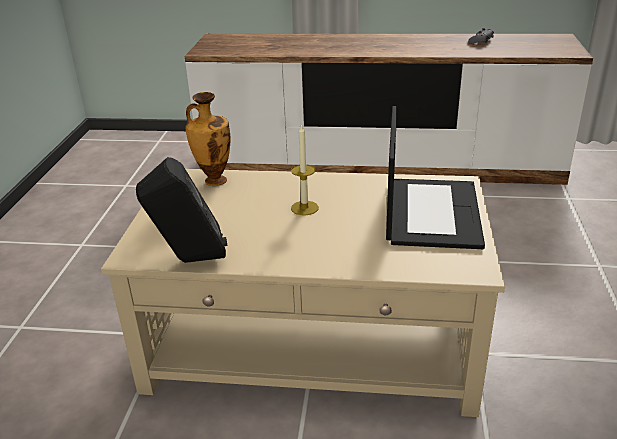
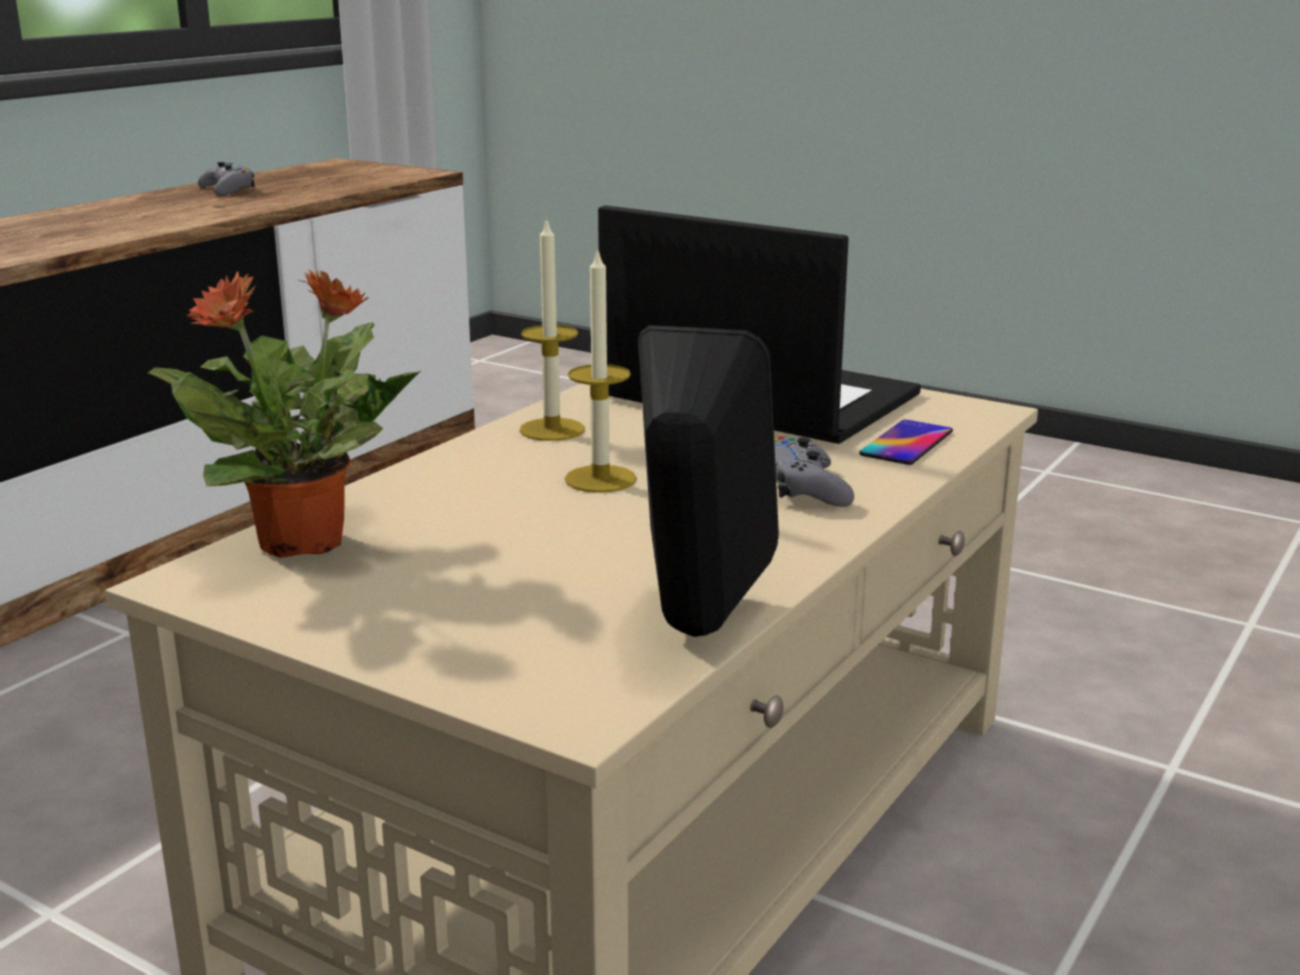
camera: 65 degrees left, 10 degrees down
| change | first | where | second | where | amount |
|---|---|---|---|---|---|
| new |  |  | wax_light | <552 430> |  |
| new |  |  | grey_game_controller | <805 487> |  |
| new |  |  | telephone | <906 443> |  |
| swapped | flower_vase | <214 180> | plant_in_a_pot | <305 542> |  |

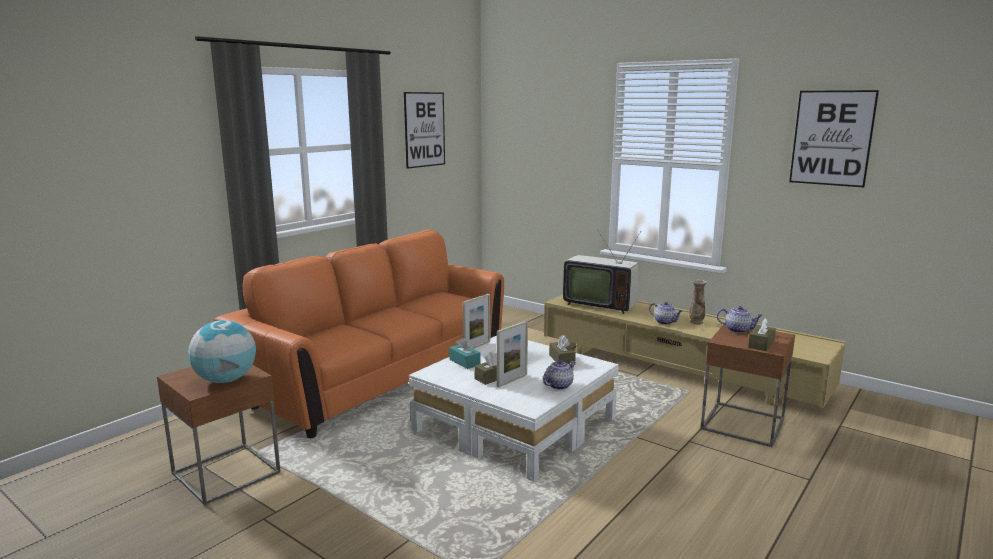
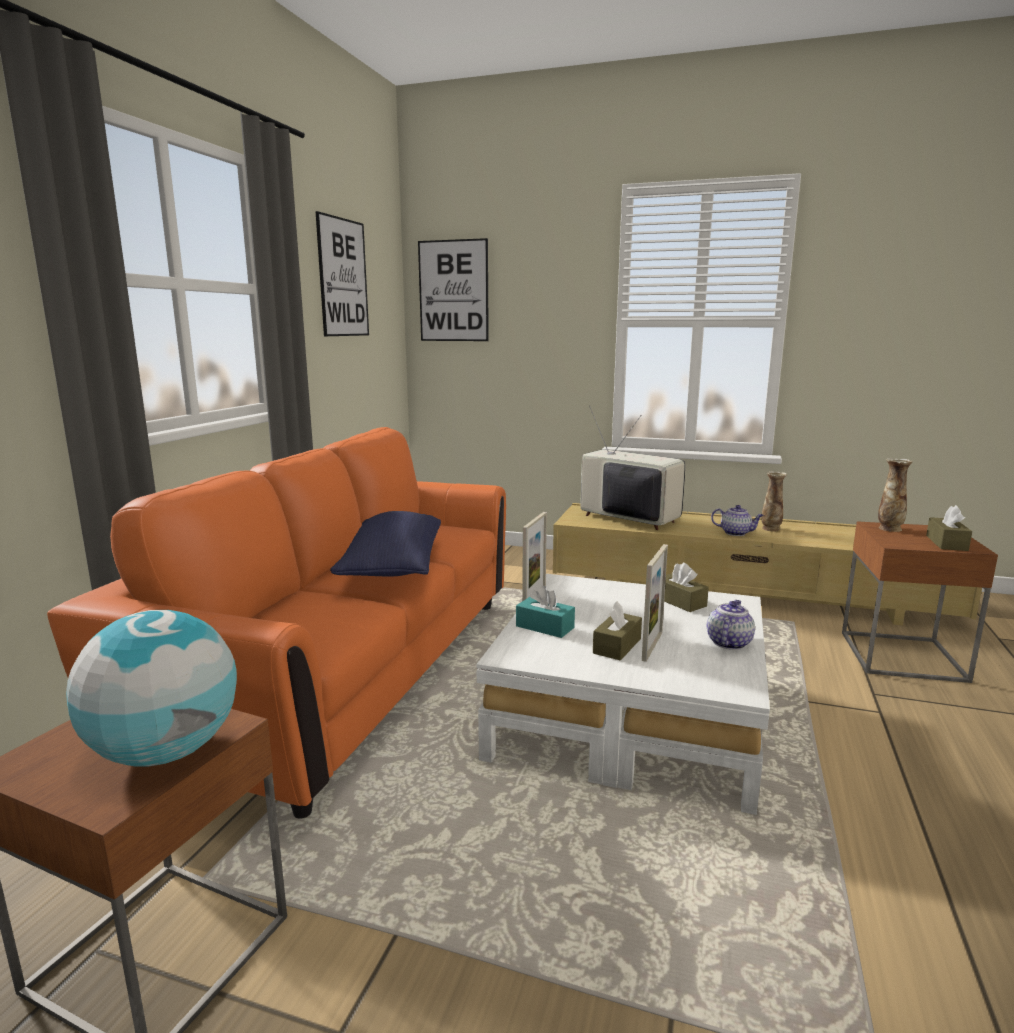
camera: 20 degrees left, 0 degrees up
| change | first | where | second | where | amount |
|---|---|---|---|---|---|
| new |  |  | blue-coloured_cushion | <393 567> |  |
| shifted | wall_picture | <832 138> |  | <453 291> |  |
| swapped | teapot | <738 330> | flower_vase | <889 529> |  |
| rotated | television | <599 304> |  | <628 520> | 150 degrees counterclockwise |

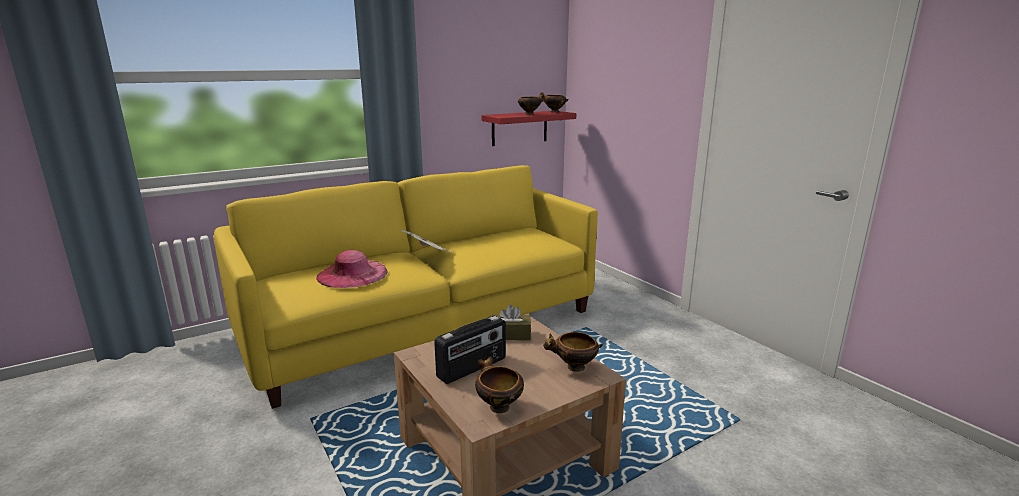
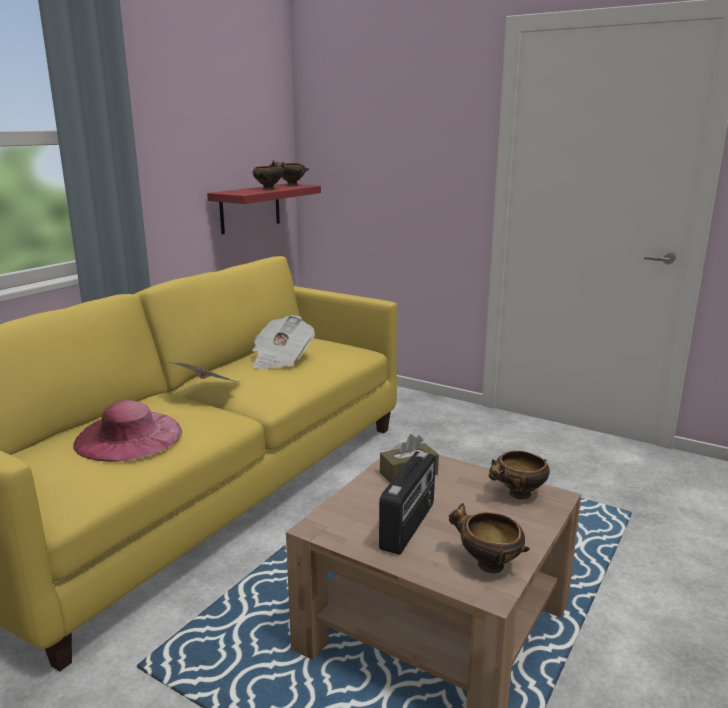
camera: 25 degrees left, 0 degrees up
| change | first | where | second | where | amount |
|---|---|---|---|---|---|
| new |  |  | newspaper | <281 359> |  |

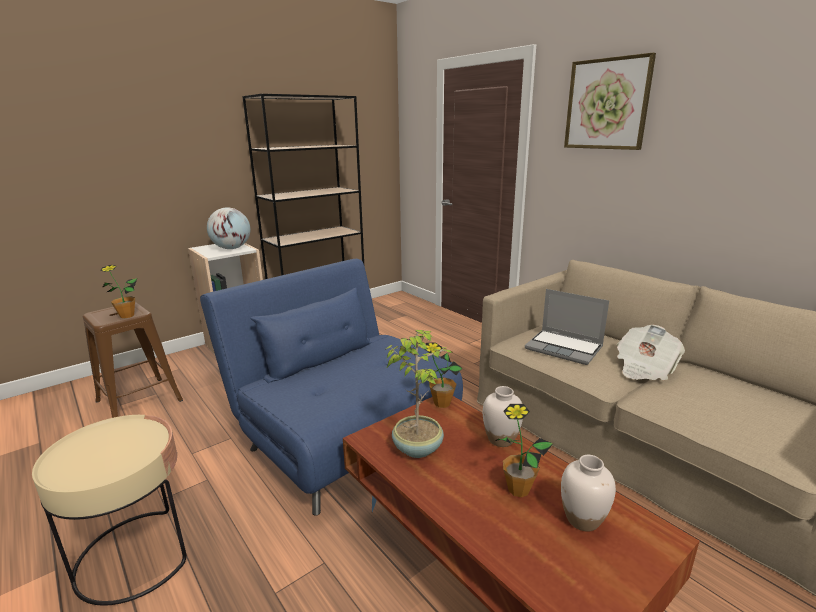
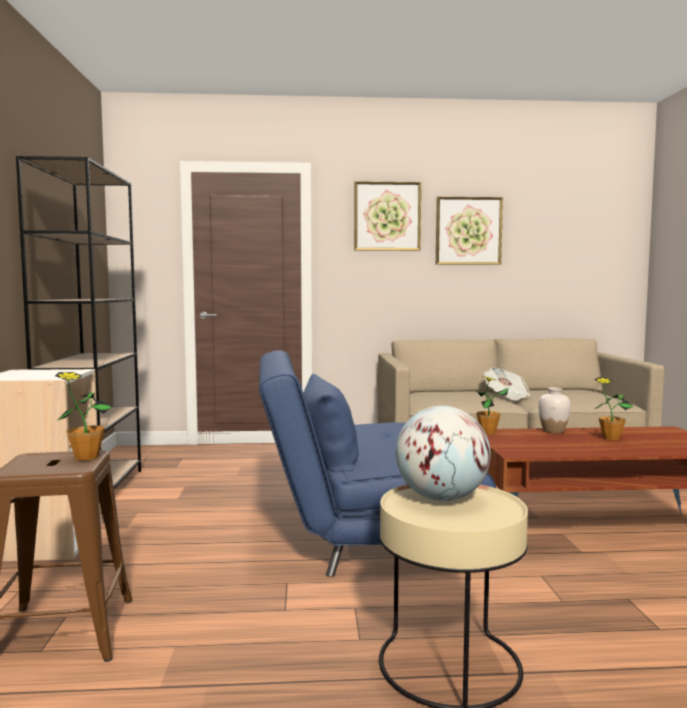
camera: 55 degrees left, 15 degrees down
| change | first | where | second | where | amount |
|---|---|---|---|---|---|
| gone | plant_in_a_pot | <418 447> |  |  |  |
| gone | notebook_computer | <565 348> |  |  |  |
| gone | white-coloured_flower_vase | <582 519> |  |  |  |
| new |  |  | wall_picture | <468 231> |  |
| shifted | world_globe | <231 248> |  | <441 498> |  |

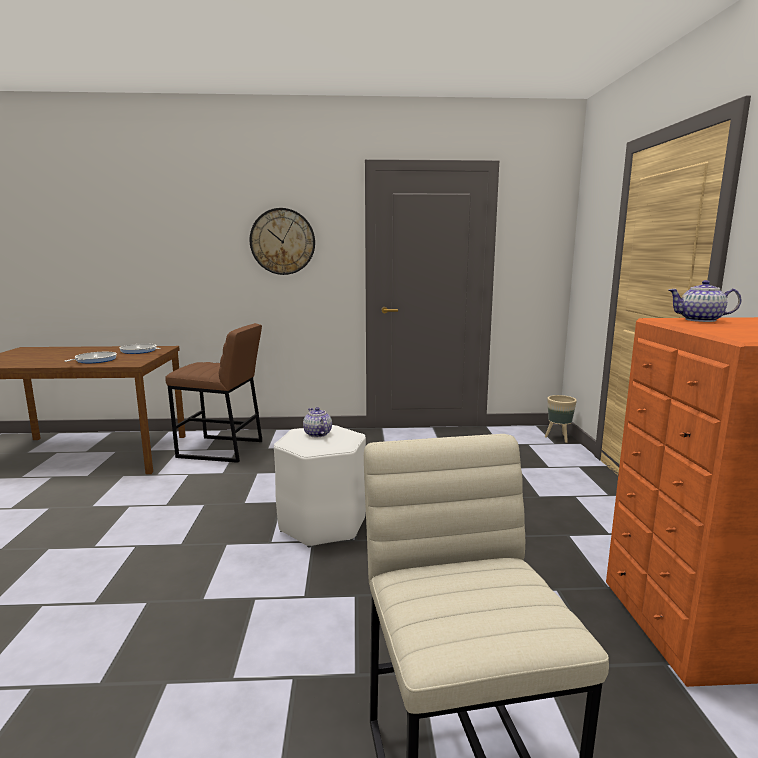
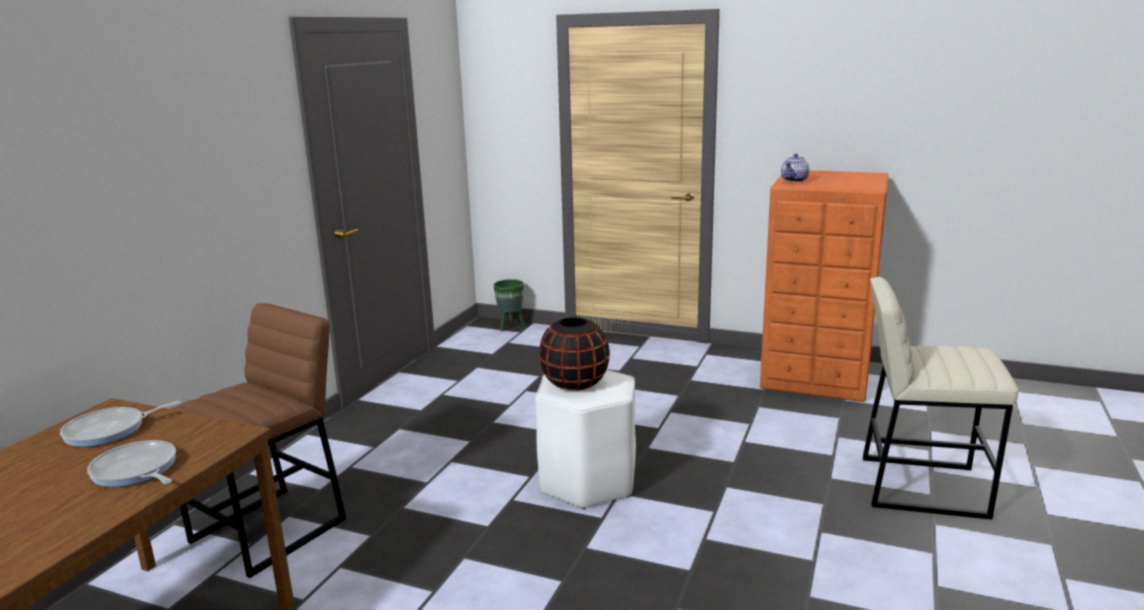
camera: 65 degrees left, 5 degrees up
| change | first | where | second | where | amount |
|---|---|---|---|---|---|
| gone | wall_clock | <282 241> |  |  |  |
| swapped | teapot | <317 434> | black_flower_vase | <575 384> |  |
| repainted | sand-coloured_flower_pot | <558 438> | green_flower_pot | <511 327> |  |

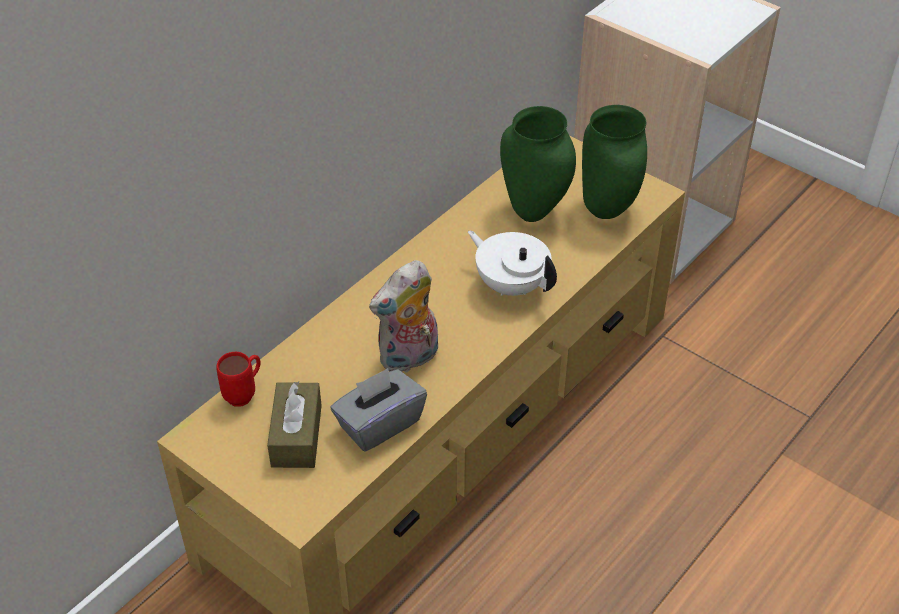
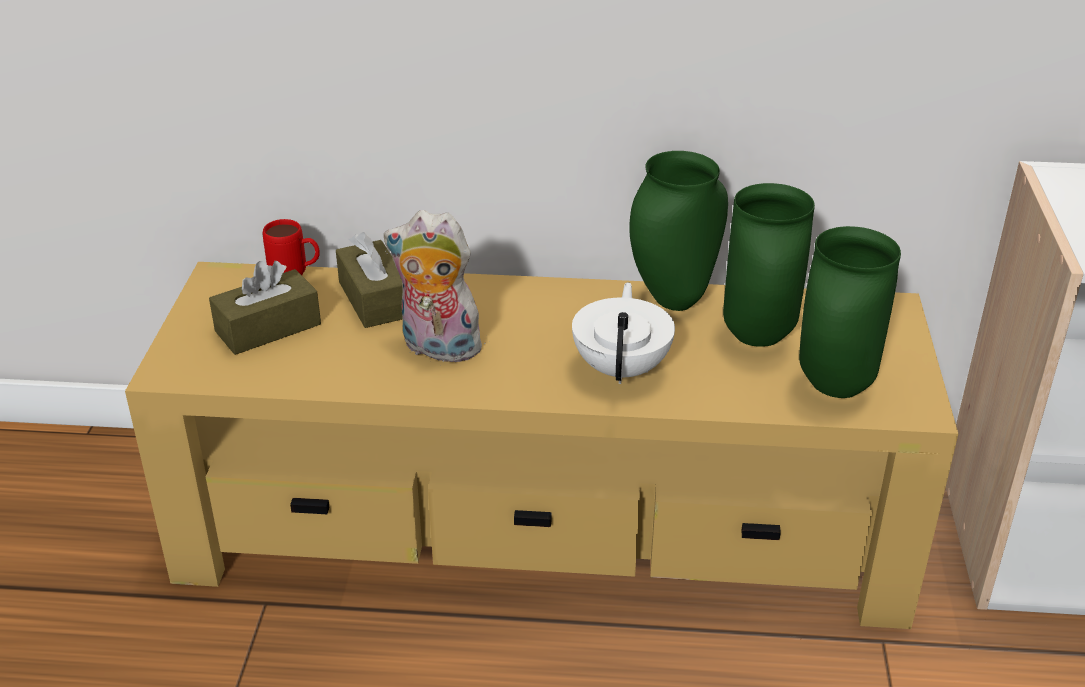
camera: 55 degrees right, 10 degrees down
| change | first | where | second | where | amount |
|---|---|---|---|---|---|
| gone | grey_tissue_holder | <379 424> |  |  |  |
| new |  |  | brownish_tissue_holder | <374 299> |  |
| new |  |  | green_flower_vase | <672 299> |  |

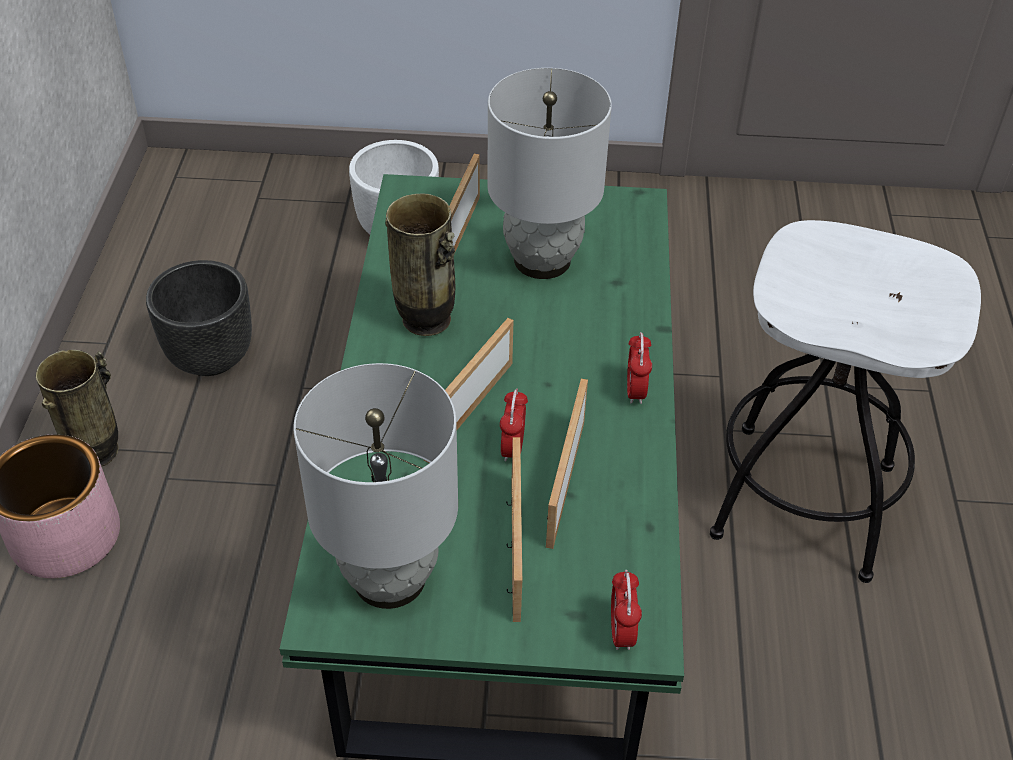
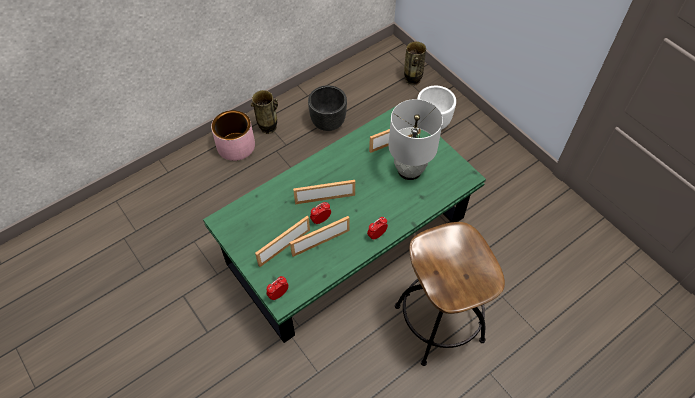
camera: 50 degrees right, 10 degrees up
| change | first | where | second | where | amount |
|---|---|---|---|---|---|
| gone | white-coloured_lamp_for_a_table | <389 577> |  |  |  |
| shifted | flower_vase | <426 321> |  | <412 80> |  |
| repainted | white-coloured_stool_seat | <804 500> | brownish_stool_seat | <439 323> |  |

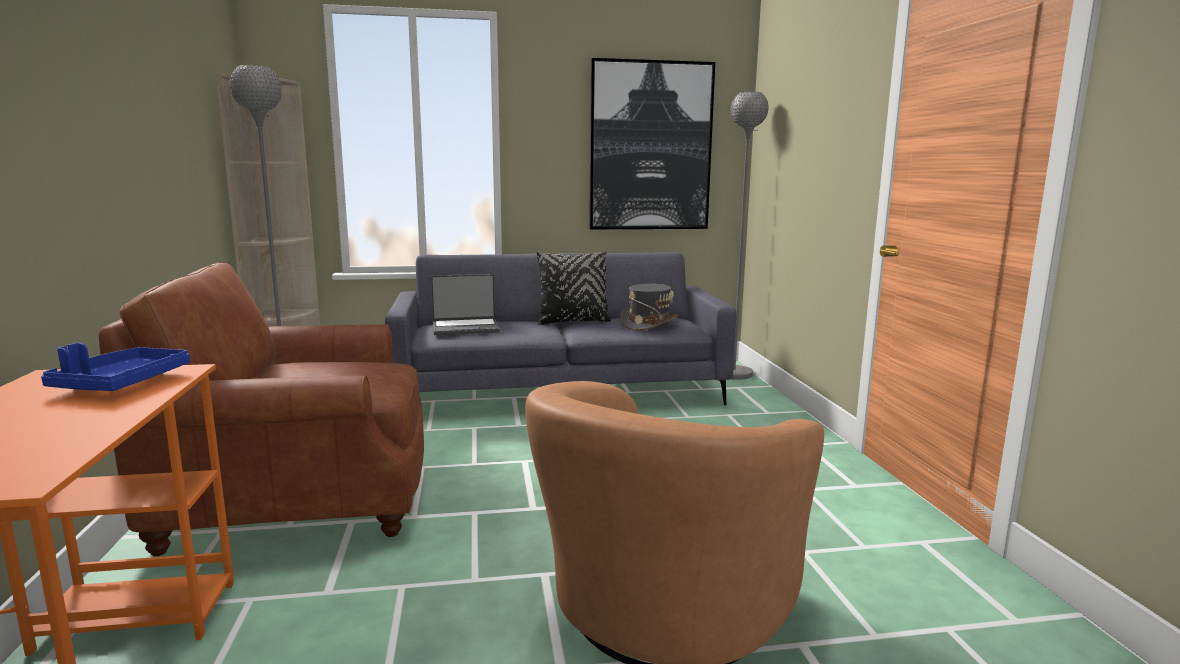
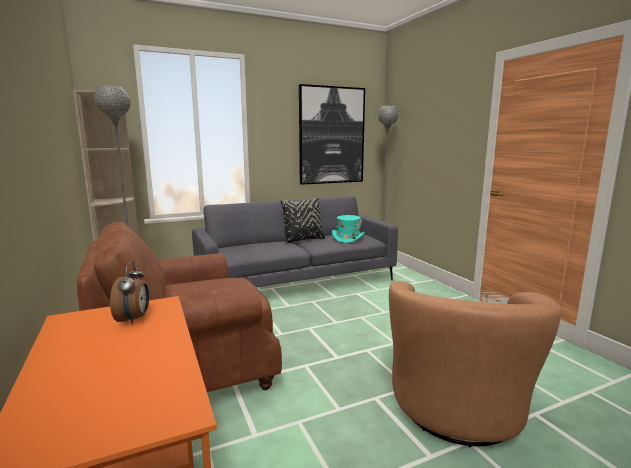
camera: 15 degrees left, 0 degrees up
| change | first | where | second | where | amount |
|---|---|---|---|---|---|
| gone | notebook_computer | <465 328> |  |  |  |
| swapped | blue-coloured_tray | <121 383> | bedside_clock | <134 319> |  |
| repainted | grey_hat | <648 324> | turquoise_hat | <348 238> |  |

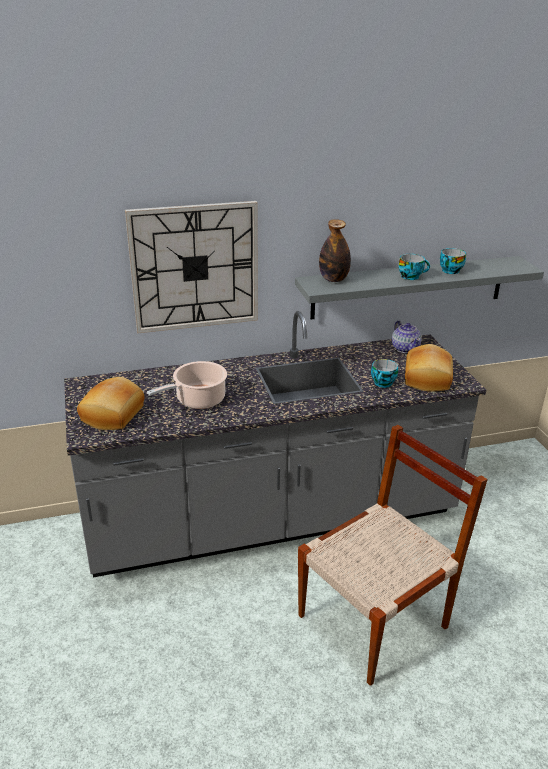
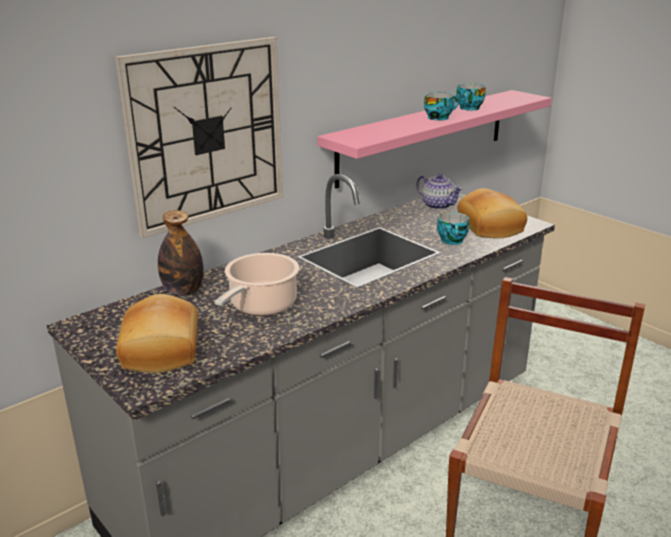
camera: 25 degrees left, 5 degrees down
| change | first | where | second | where | amount |
|---|---|---|---|---|---|
| shifted | bottle | <333 279> |  | <183 291> |  |
| repainted | grey_shelf | <409 287> | pink_shelf | <424 136> |  |

